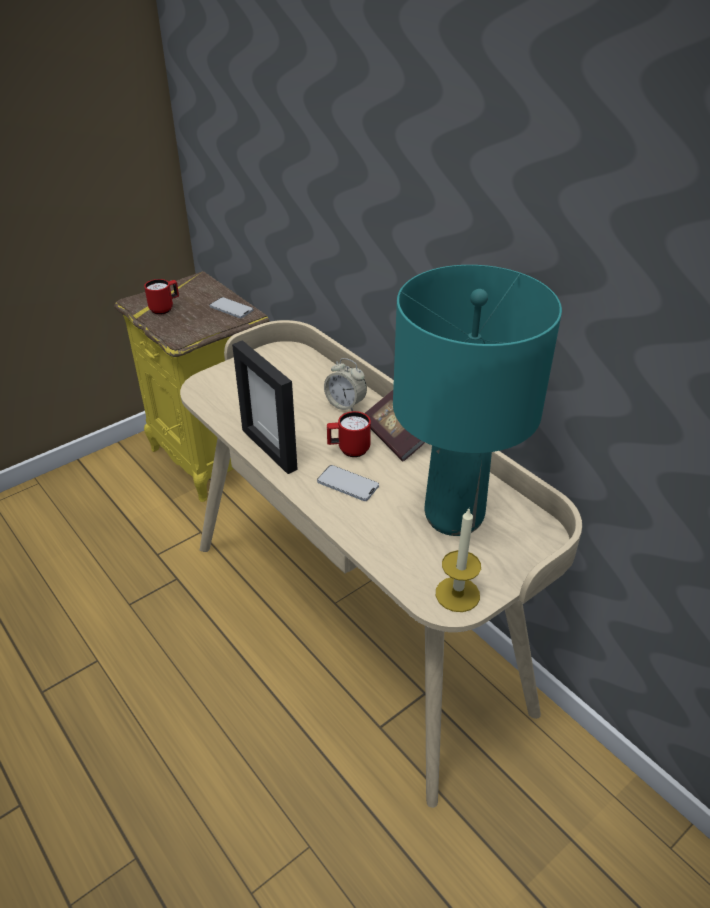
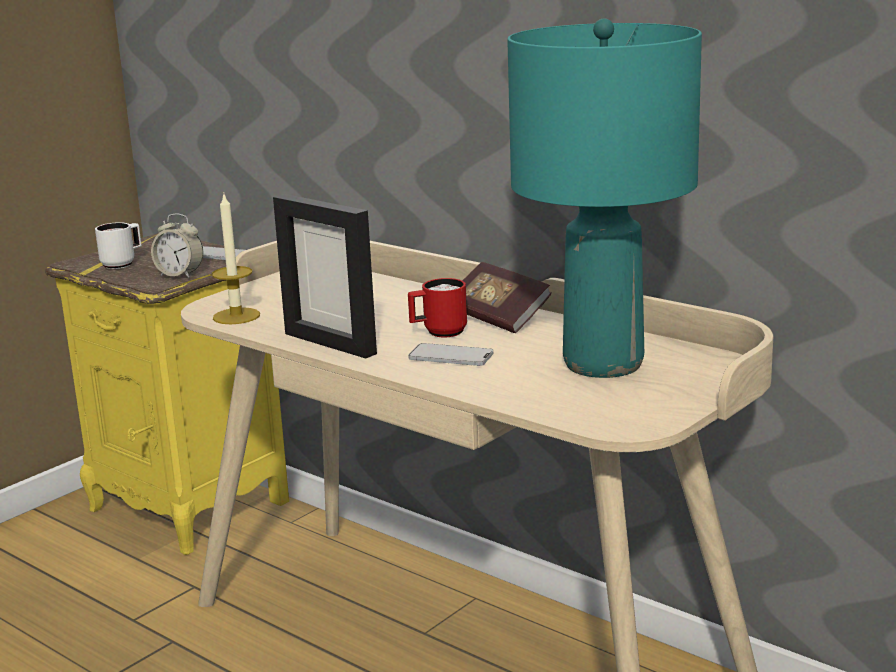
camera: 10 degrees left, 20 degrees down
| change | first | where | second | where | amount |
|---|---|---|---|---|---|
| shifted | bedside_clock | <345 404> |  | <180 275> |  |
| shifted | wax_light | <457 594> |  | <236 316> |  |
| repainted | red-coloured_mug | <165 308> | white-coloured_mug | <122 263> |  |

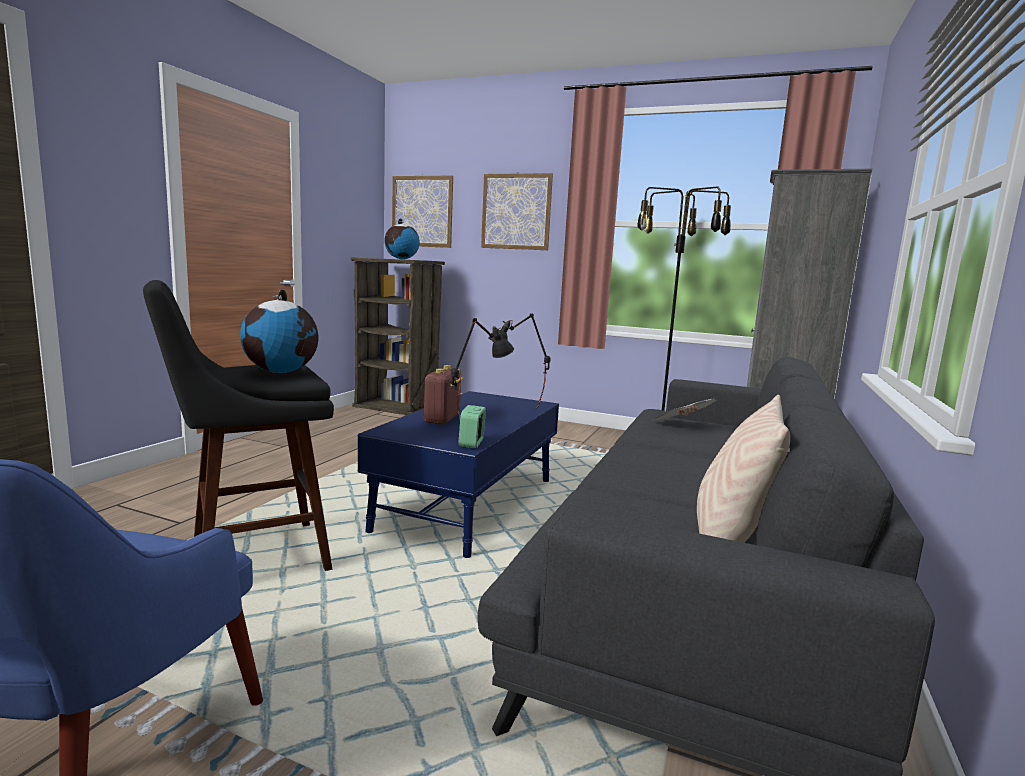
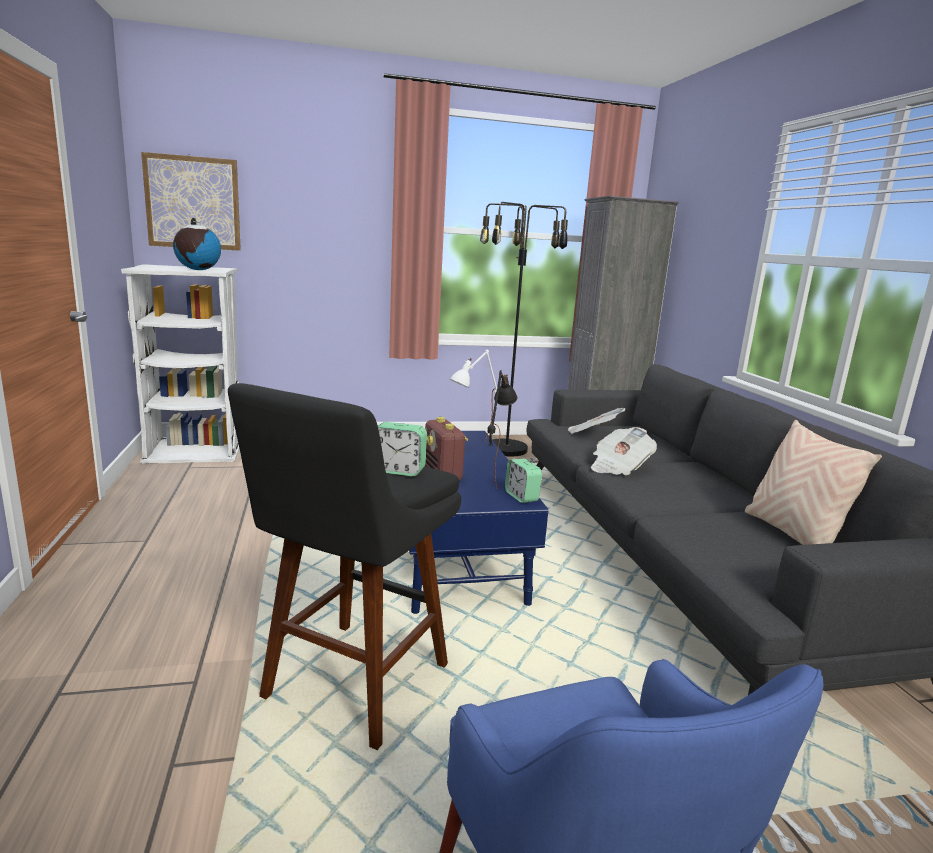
camera: 35 degrees left, 5 degrees up
| change | first | where | second | where | amount |
|---|---|---|---|---|---|
| gone | wall_picture | <516 211> |  |  |  |
| new |  |  | newspaper | <618 467> |  |
| swapped | world_globe | <282 372> | bedside_clock | <398 471> |  |
| repainted | brownish_shelving_unit | <397 405> | white-coloured_shelving_unit | <195 450> |  |
| repainted | black_lamp_for_a_table | <516 410> | white-coloured_lamp_for_a_table | <473 447> |  |

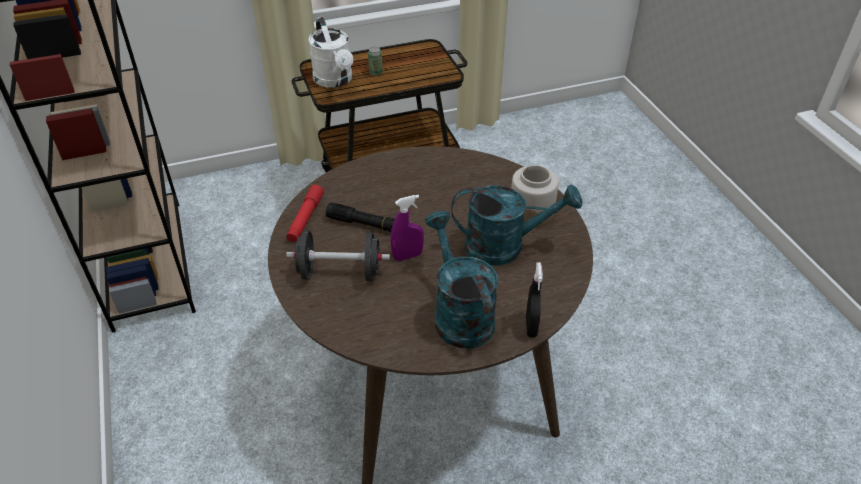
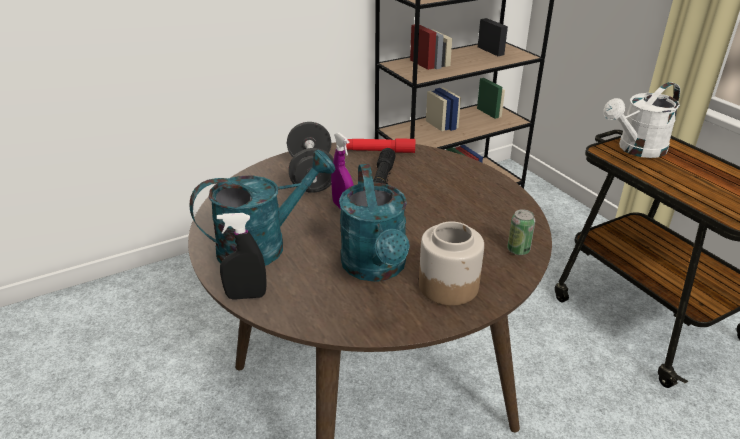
camera: 80 degrees right, 10 degrees down
| change | first | where | second | where | amount |
|---|---|---|---|---|---|
| shifted | can | <376 72> |  | <518 250> |  |

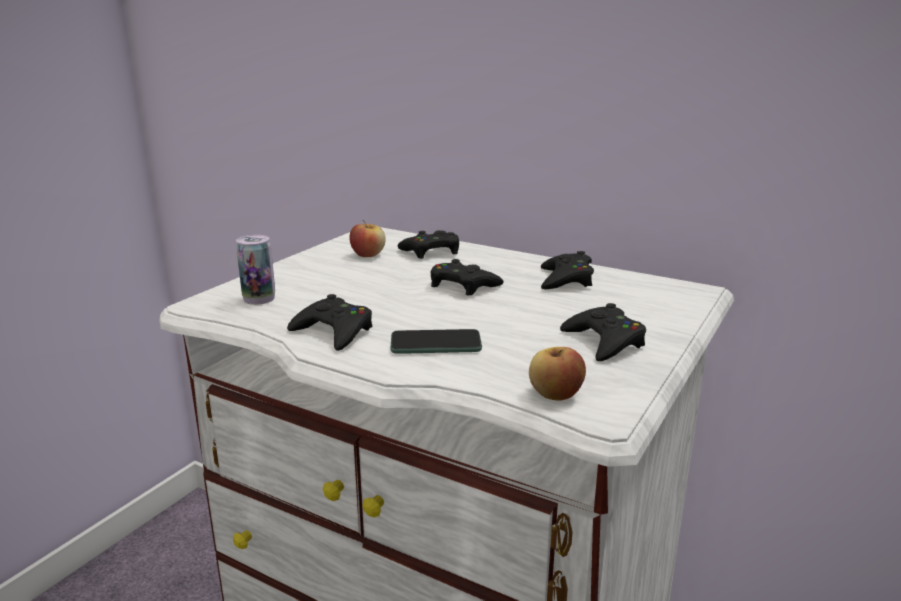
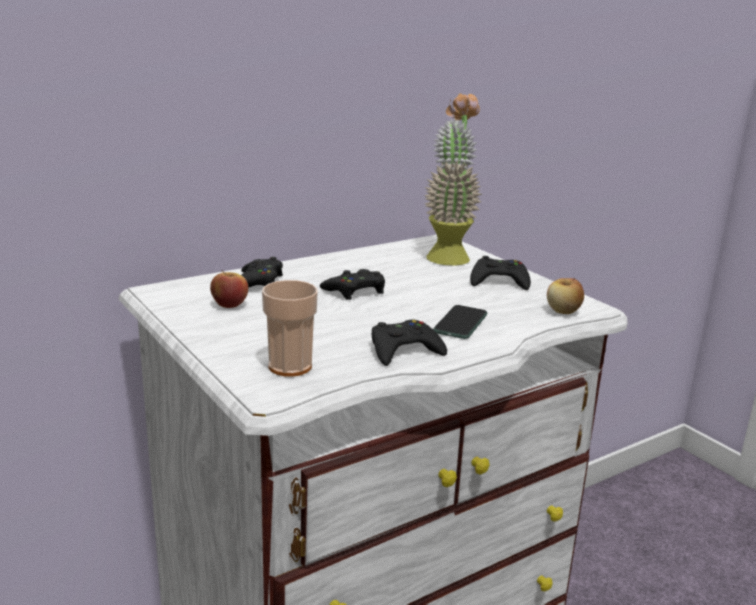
camera: 65 degrees left, 0 degrees up
| change | first | where | second | where | amount |
|---|---|---|---|---|---|
| gone | black_game_controller | <566 279> |  |  |  |
| new |  |  | plant_in_a_pot | <448 255> |  |
| swapped | can | <259 298> | small_cup | <290 366> |  |

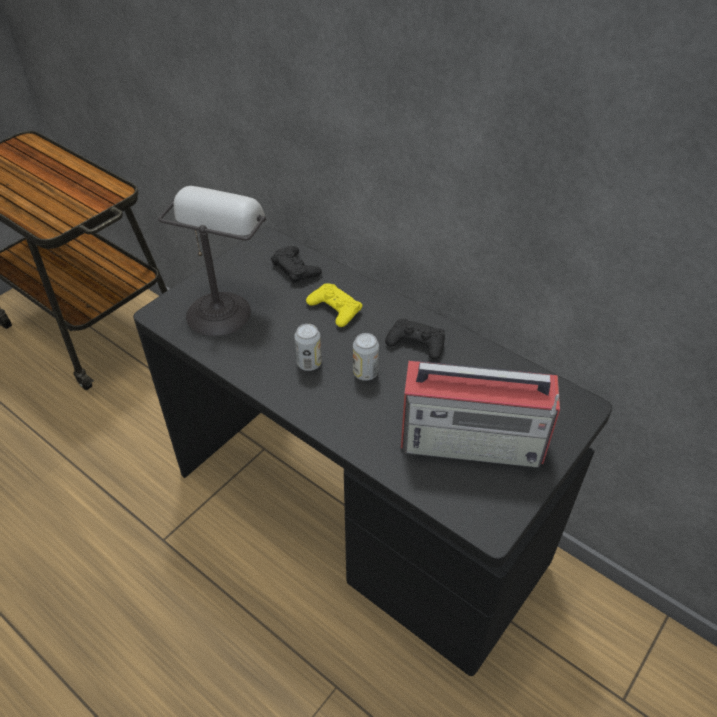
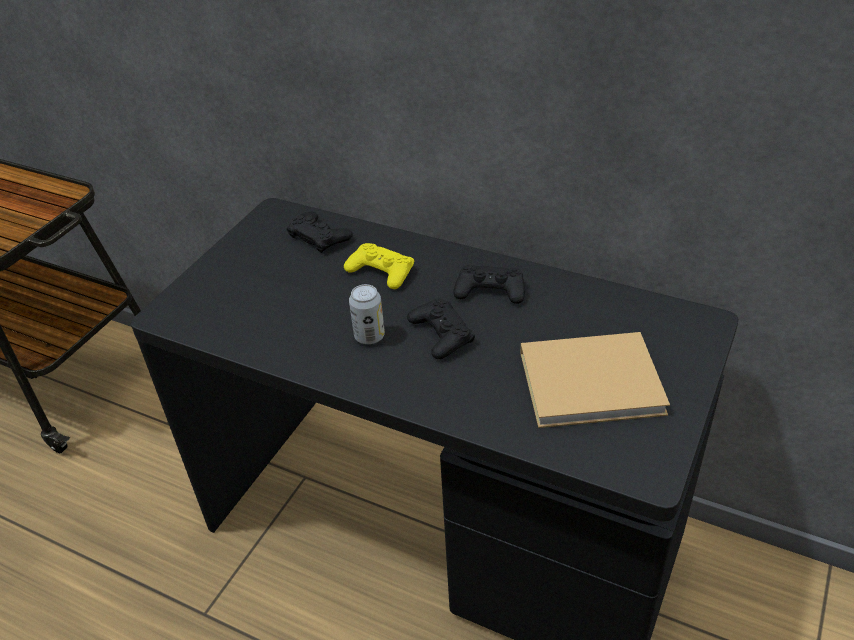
camera: 10 degrees left, 5 degrees down
| change | first | where | second | where | amount |
|---|---|---|---|---|---|
| gone | lamp_for_a_table | <223 304> |  |  |  |
| swapped | can | <365 373> | black_game_controller | <441 334> |  |
| swapped | radio_set | <474 440> | sand-coloured_book | <595 382> |  |

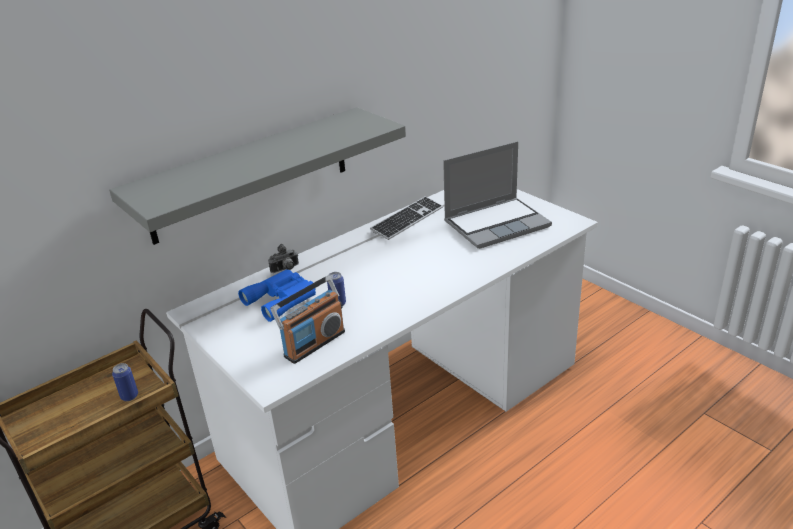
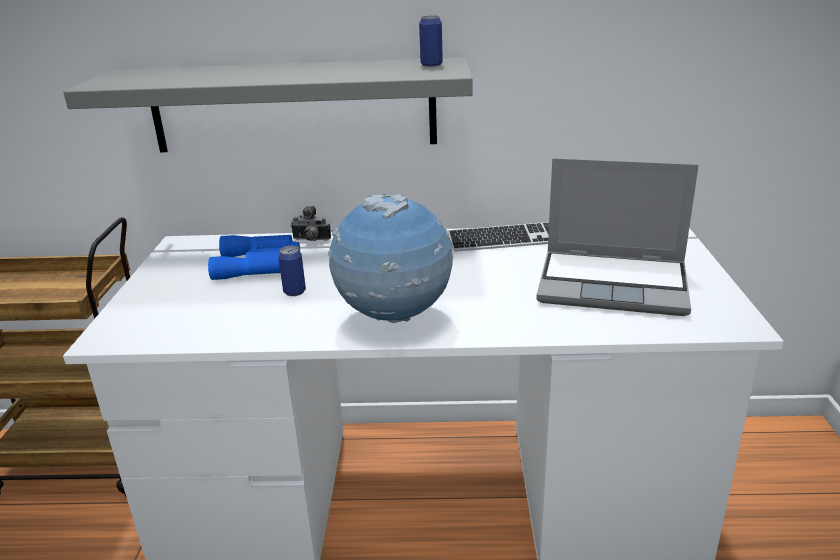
camera: 40 degrees right, 5 degrees down
| change | first | where | second | where | amount |
|---|---|---|---|---|---|
| gone | radio_set | <314 343> |  |  |  |
| new |  |  | world_globe | <394 319> |  |
| shifted | can | <129 396> |  | <431 65> |  |

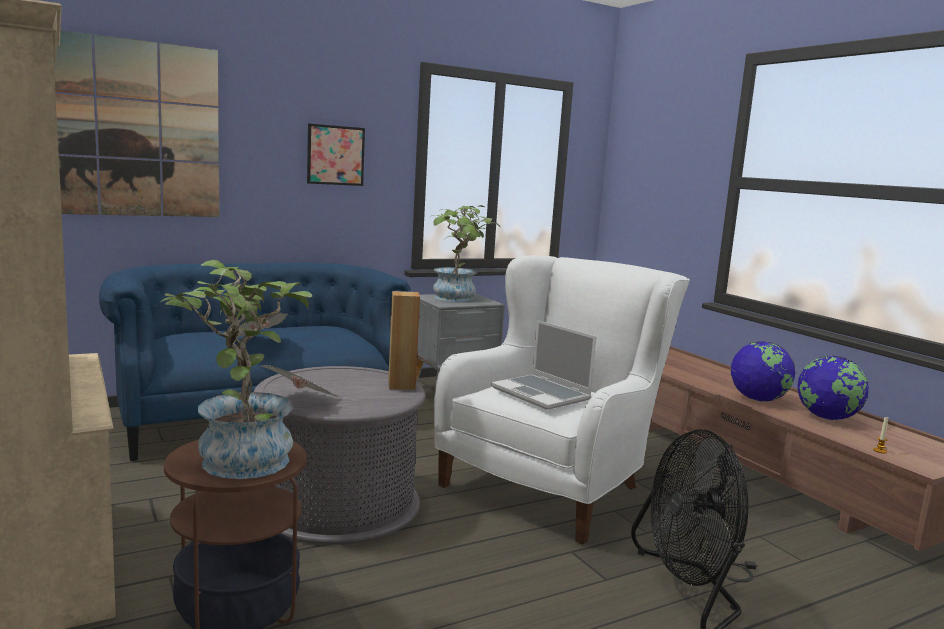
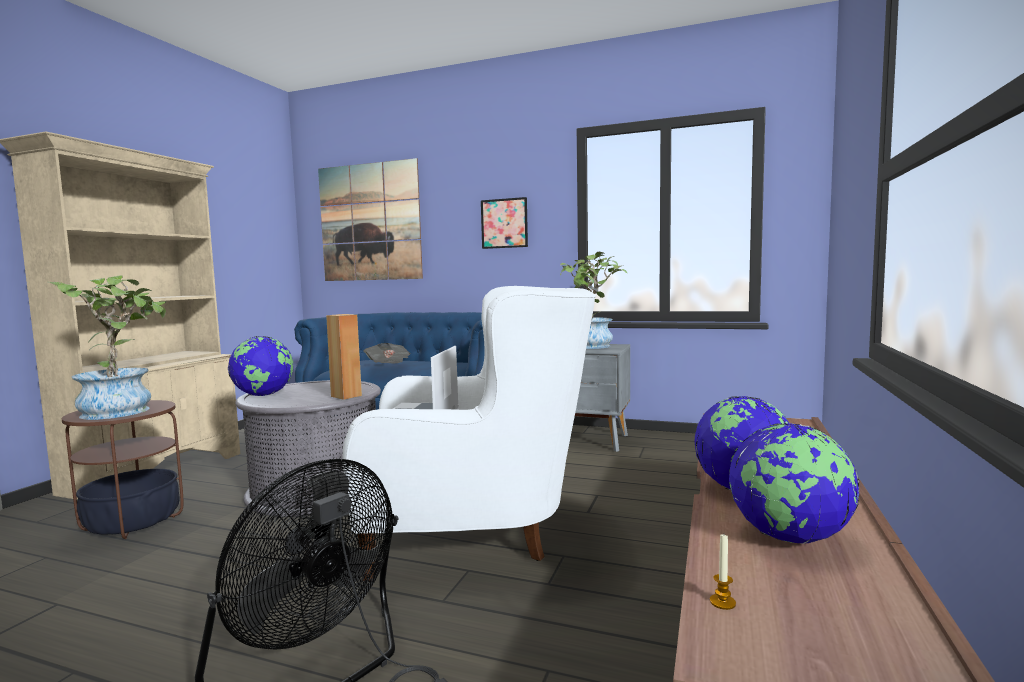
camera: 50 degrees right, 5 degrees down
| change | first | where | second | where | amount |
|---|---|---|---|---|---|
| swapped | newspaper | <302 402> | world_globe | <264 395> |  |

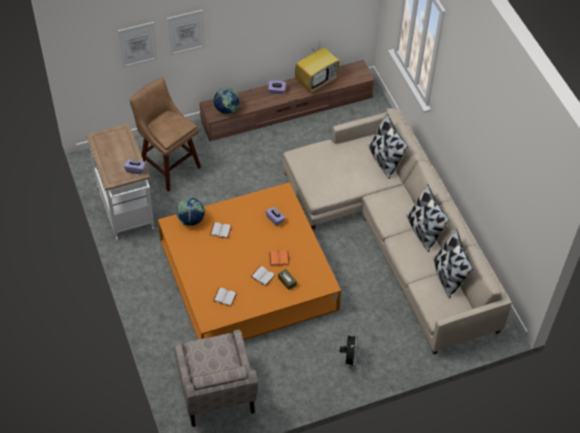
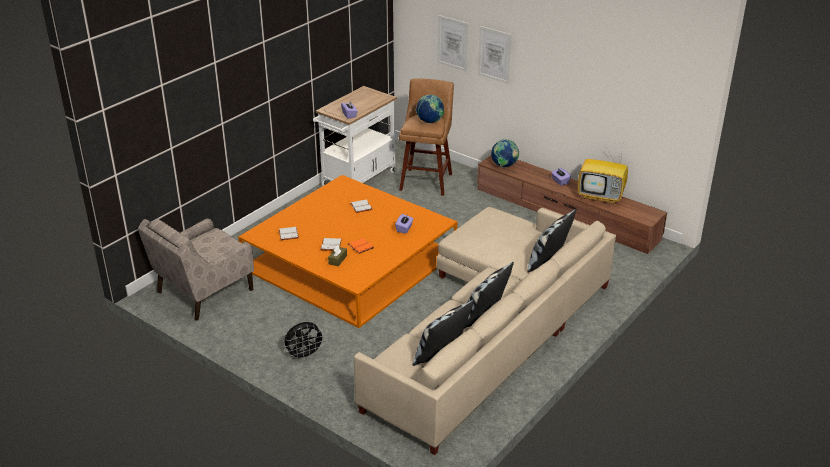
camera: 60 degrees right, 20 degrees down
| change | first | where | second | where | amount |
|---|---|---|---|---|---|
| shifted | world_globe | <191 220> |  | <430 122> |  |

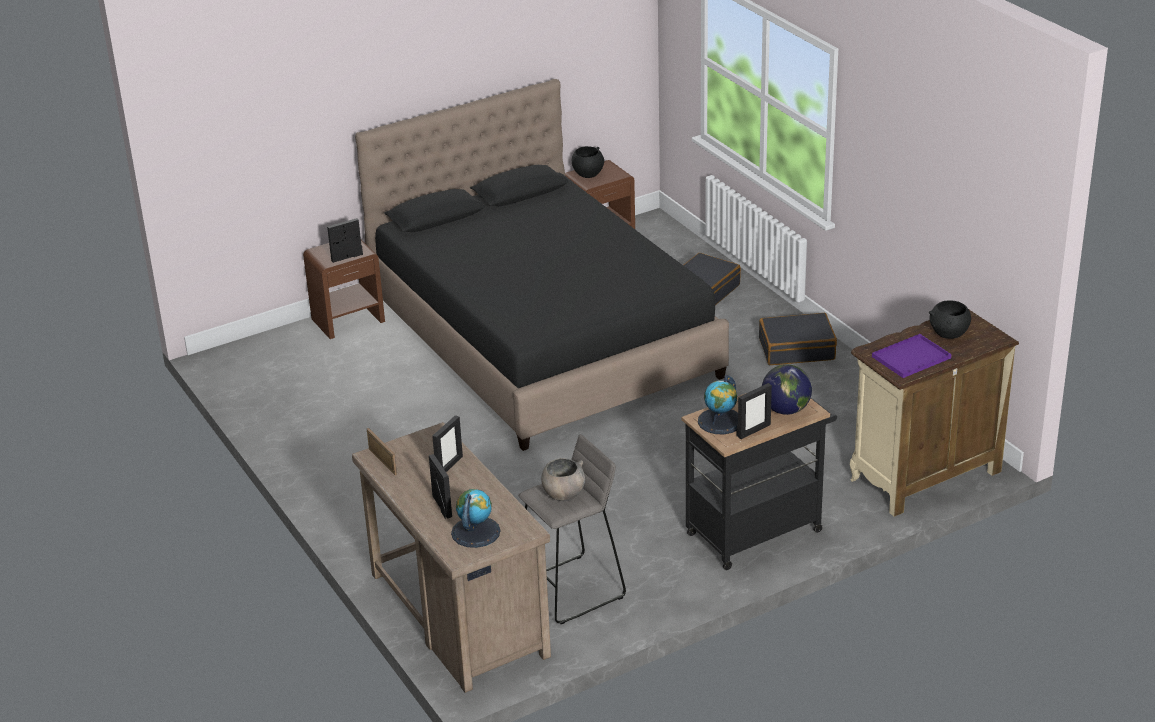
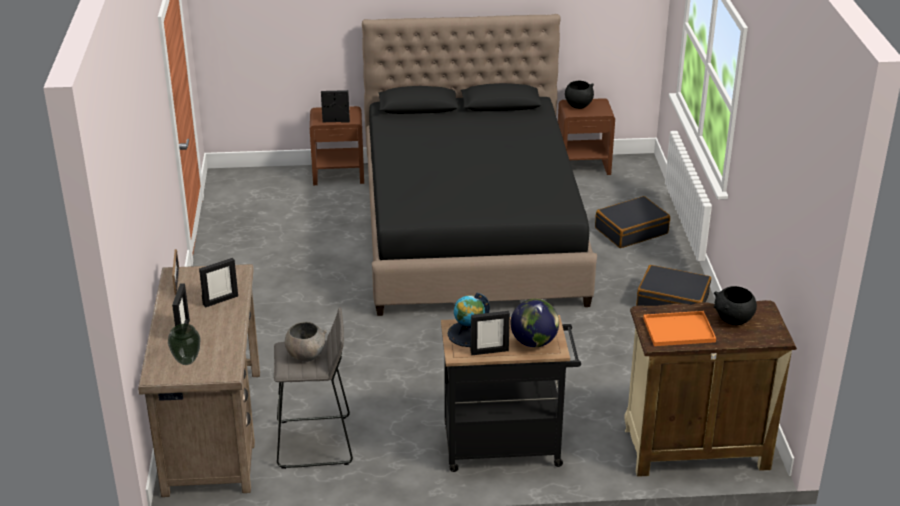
camera: 25 degrees right, 0 degrees up
| change | first | where | second | where | amount |
|---|---|---|---|---|---|
| swapped | world_globe | <475 532> | flower_vase | <187 361> |  |
| repainted | purplish_tray | <910 358> | orangey_tray | <677 330> |  |

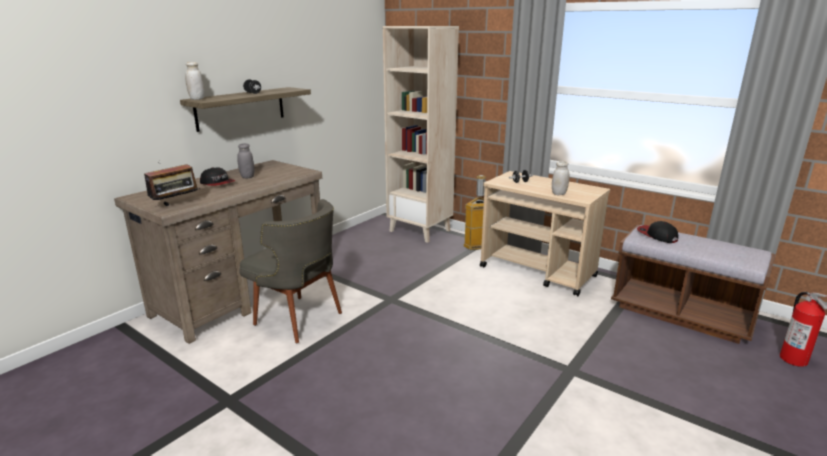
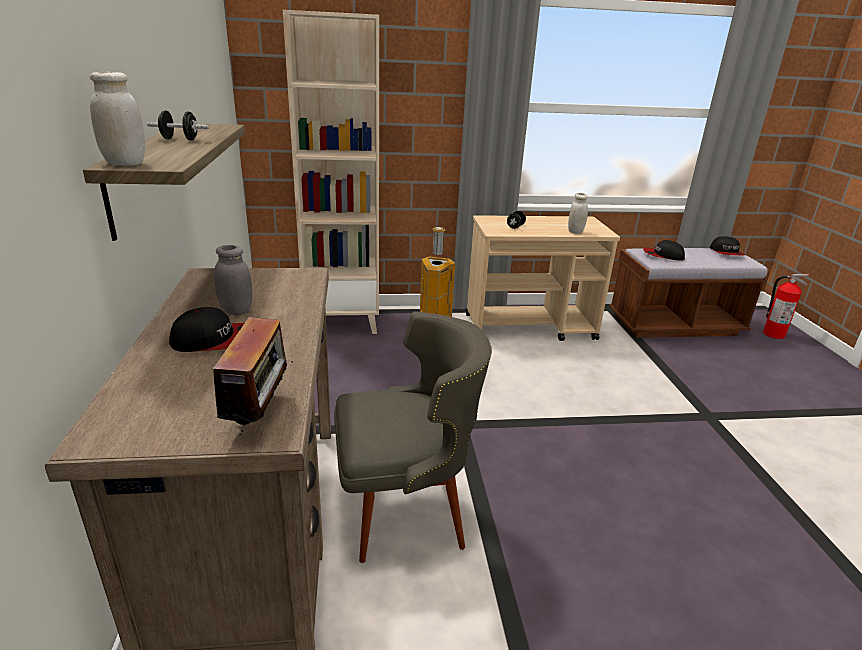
camera: 45 degrees left, 5 degrees up
| change | first | where | second | where | amount |
|---|---|---|---|---|---|
| new |  |  | cap | <726 252> |  |

